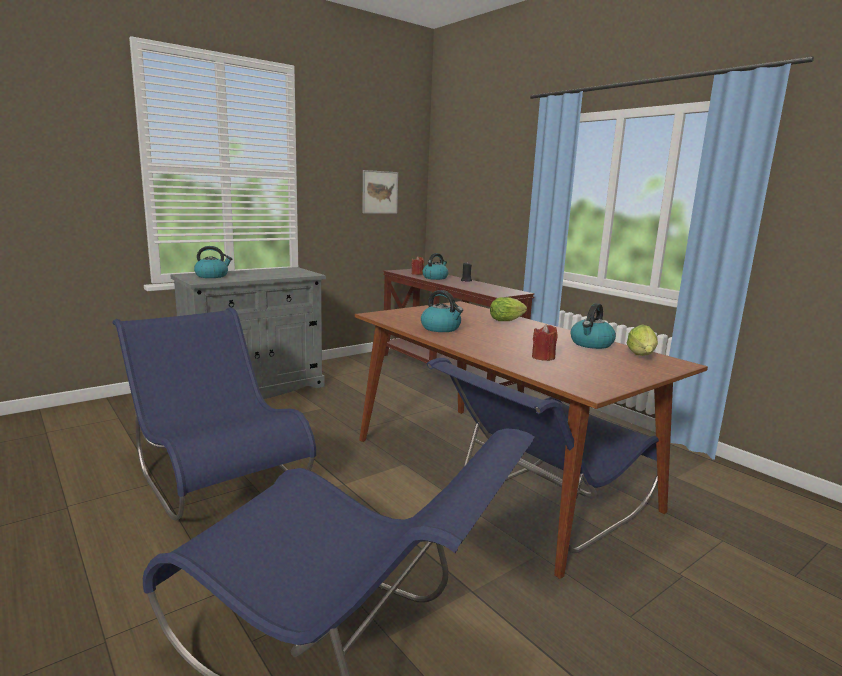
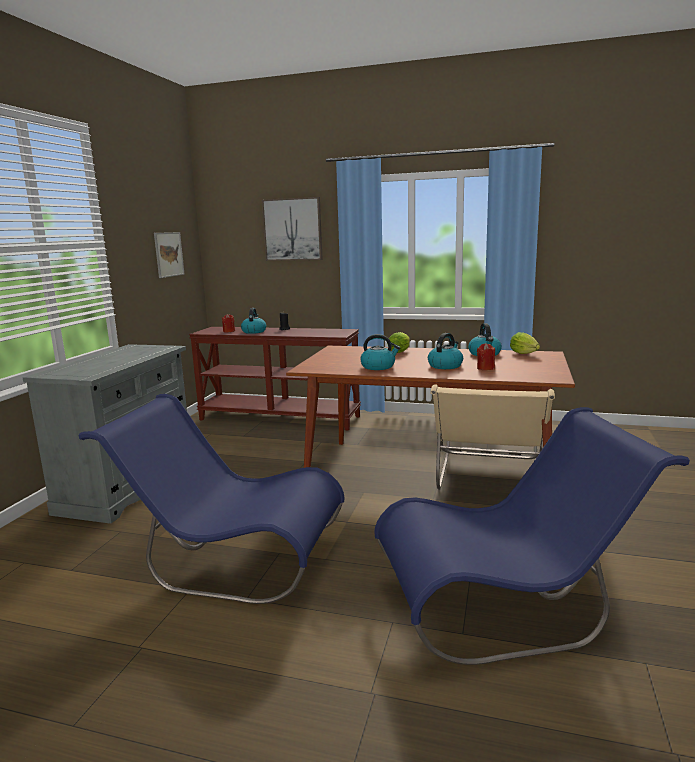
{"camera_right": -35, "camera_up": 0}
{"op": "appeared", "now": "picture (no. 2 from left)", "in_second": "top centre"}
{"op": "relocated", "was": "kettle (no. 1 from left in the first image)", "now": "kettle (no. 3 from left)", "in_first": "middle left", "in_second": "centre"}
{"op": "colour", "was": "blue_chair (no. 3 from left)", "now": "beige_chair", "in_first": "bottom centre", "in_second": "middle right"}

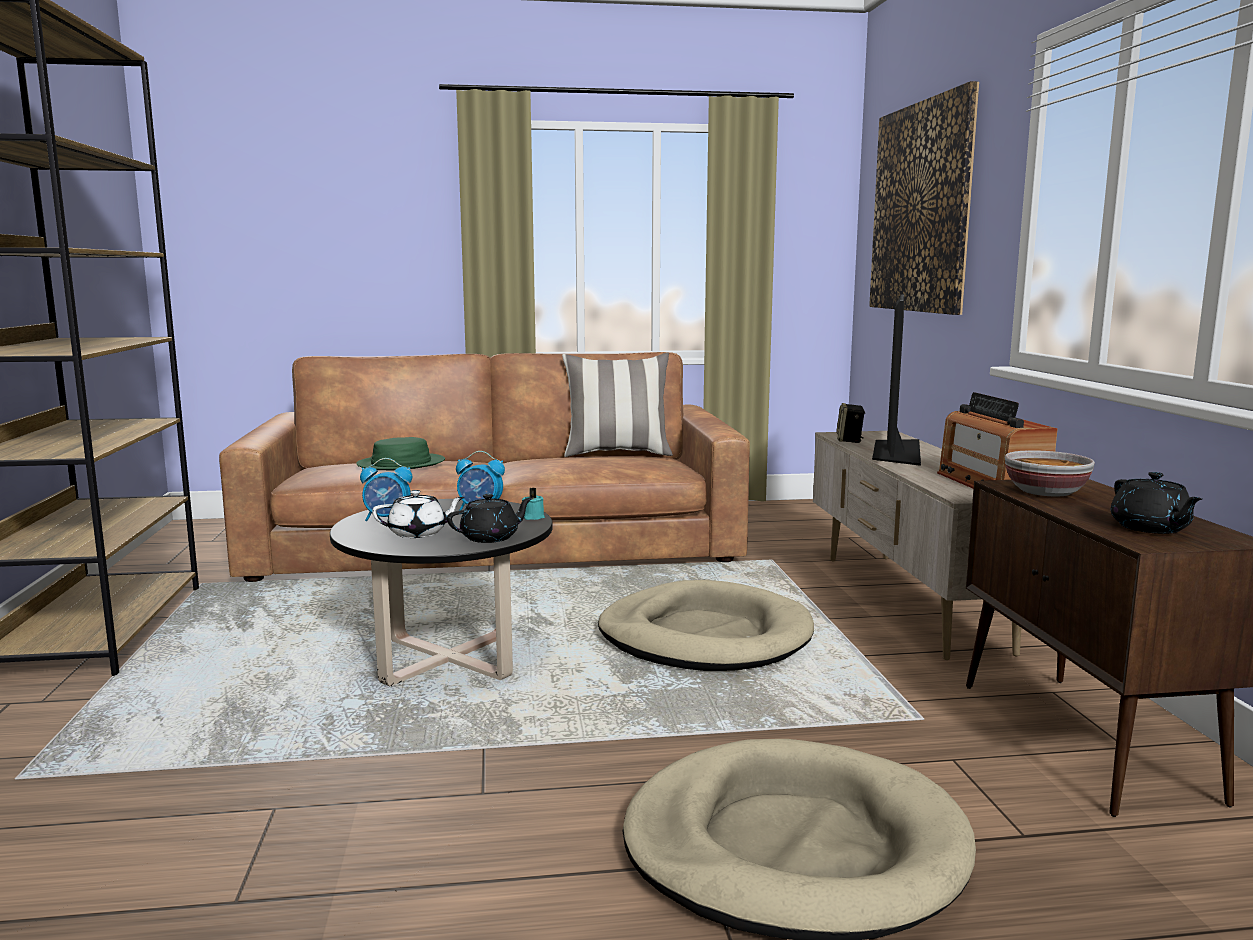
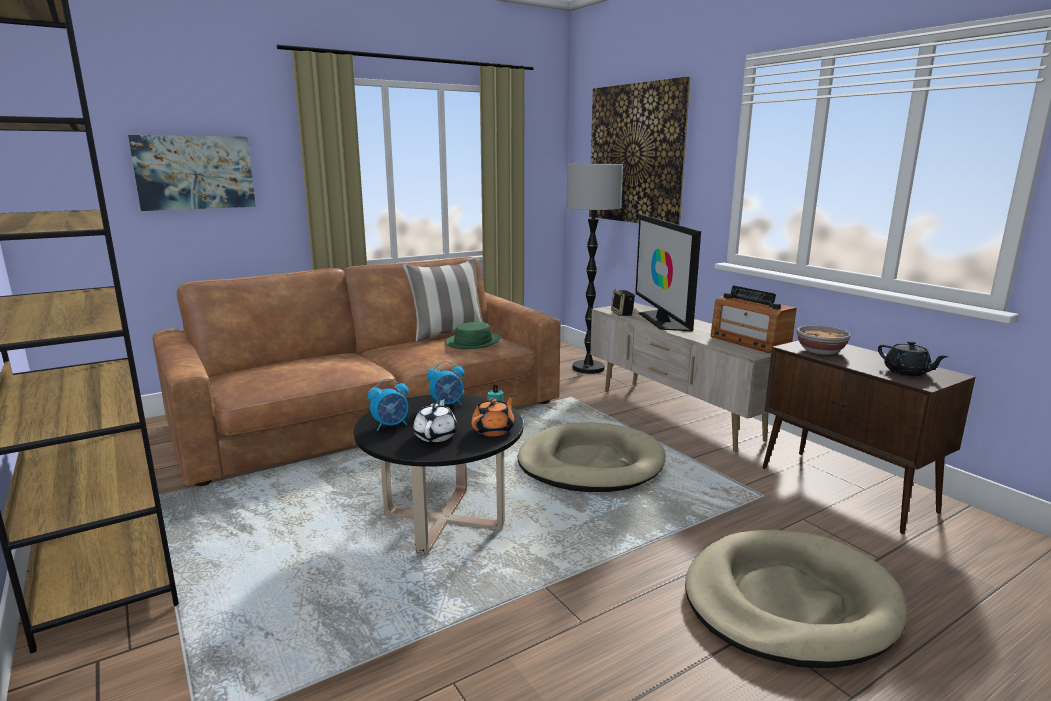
{"camera_right": -25, "camera_up": 5}
{"op": "appeared", "now": "picture (no. 1 from left)", "in_second": "top left"}
{"op": "appeared", "now": "floor_lamp", "in_second": "centre"}
{"op": "relocated", "was": "green-coloured_wearable_hat", "in_first": "middle left", "in_second": "centre"}
{"op": "colour", "was": "blackish_pot_for_tea (no. 1 from left)", "now": "orange-coloured_pot_for_tea", "in_first": "centre", "in_second": "centre"}
{"op": "spun", "was": "white_pot_for_tea", "in_first": "centre", "in_second": "centre", "clockwise": -45}

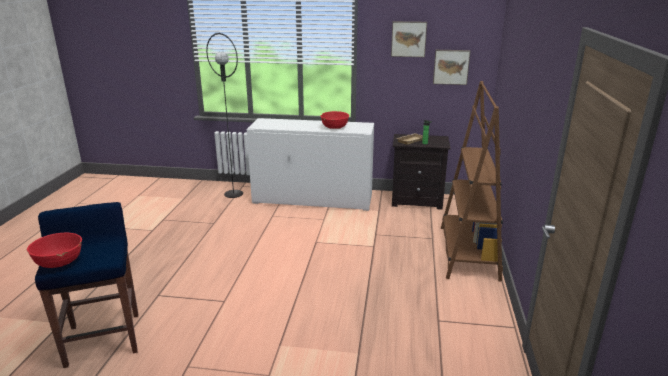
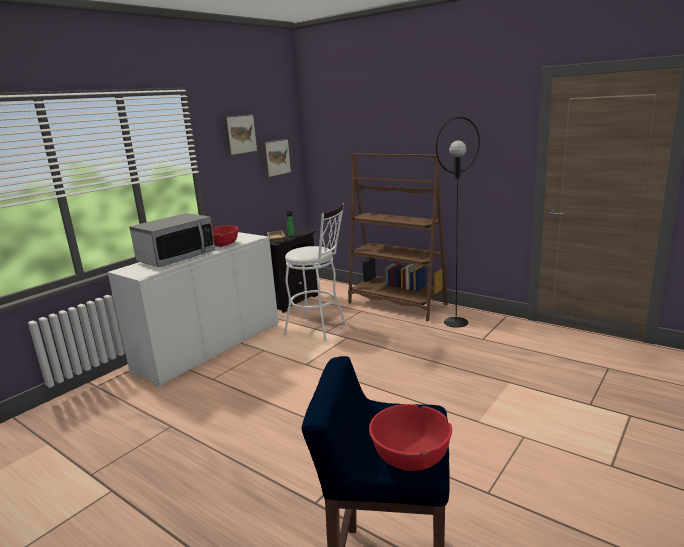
{"camera_right": -60, "camera_up": -5}
{"op": "appeared", "now": "microwave_oven", "in_second": "middle left"}
{"op": "appeared", "now": "white_stool_seat", "in_second": "centre"}
{"op": "relocated", "was": "blackish_floor_lamp", "in_first": "top centre", "in_second": "middle right"}

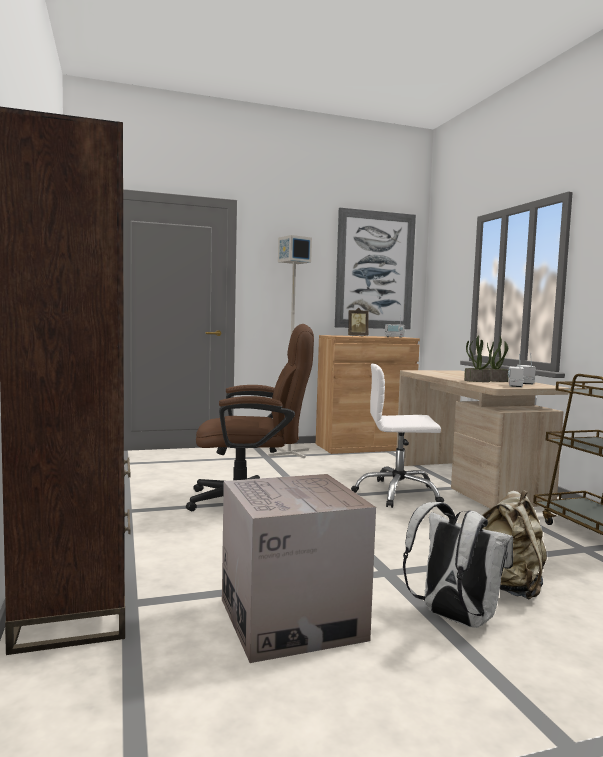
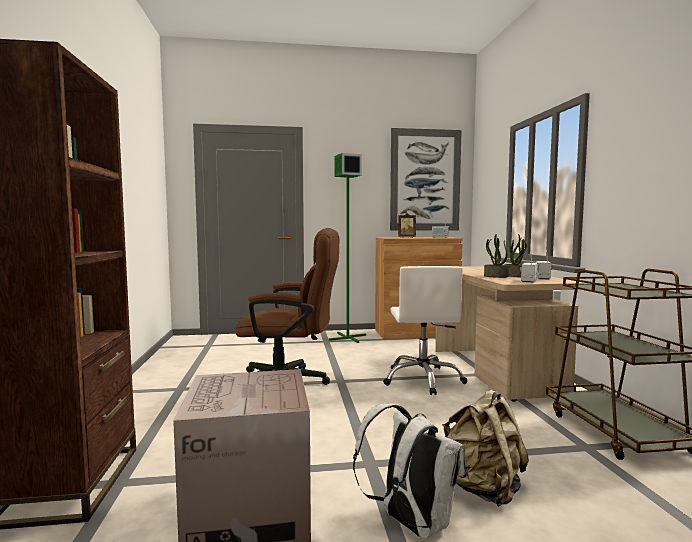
{"camera_right": 10, "camera_up": 0}
{"op": "colour", "was": "gray_floor_lamp", "now": "green-coloured_floor_lamp", "in_first": "centre", "in_second": "centre"}
{"op": "spun", "was": "white_desk_chair", "in_first": "centre", "in_second": "centre", "clockwise": -105}

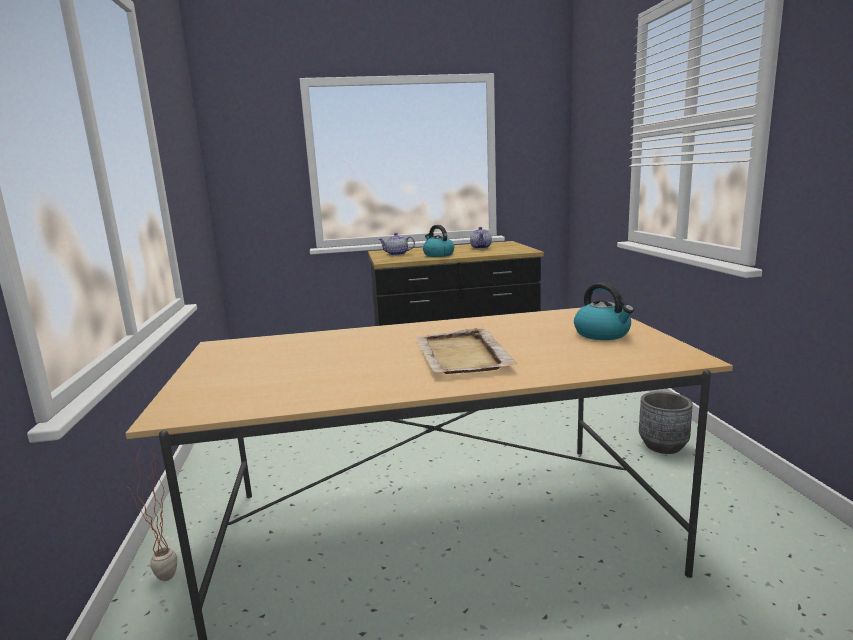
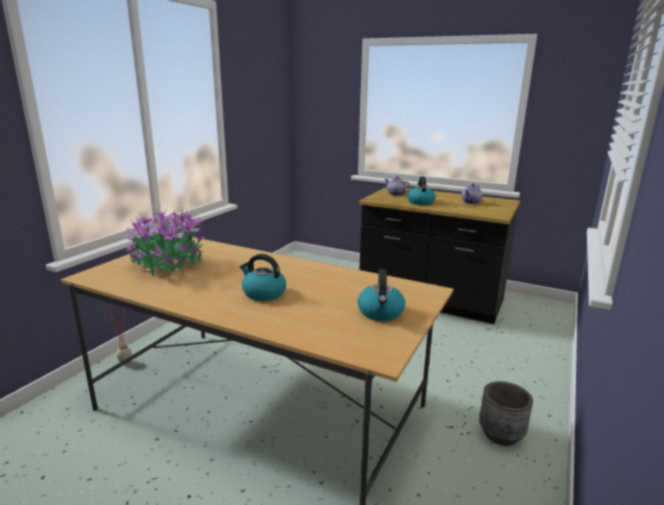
{"camera_right": 35, "camera_up": 5}
{"op": "appeared", "now": "houseplant (no. 2 from left)", "in_second": "middle left"}
{"op": "exchanged", "was": "beige_carrying_tray", "now": "kettle (no. 1 from left)", "in_first": "centre", "in_second": "centre"}

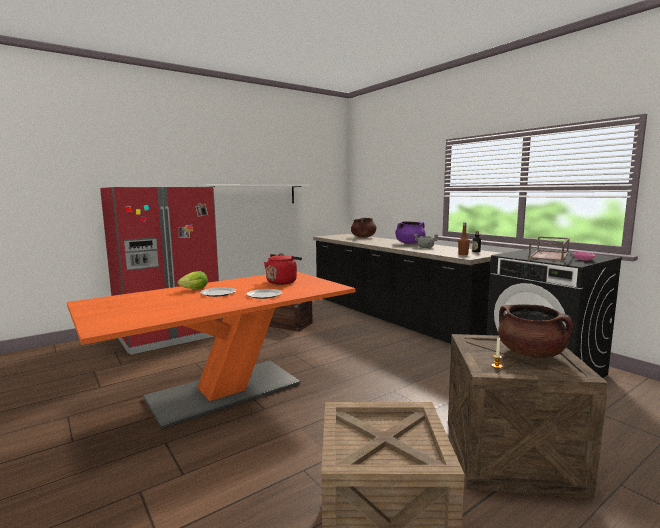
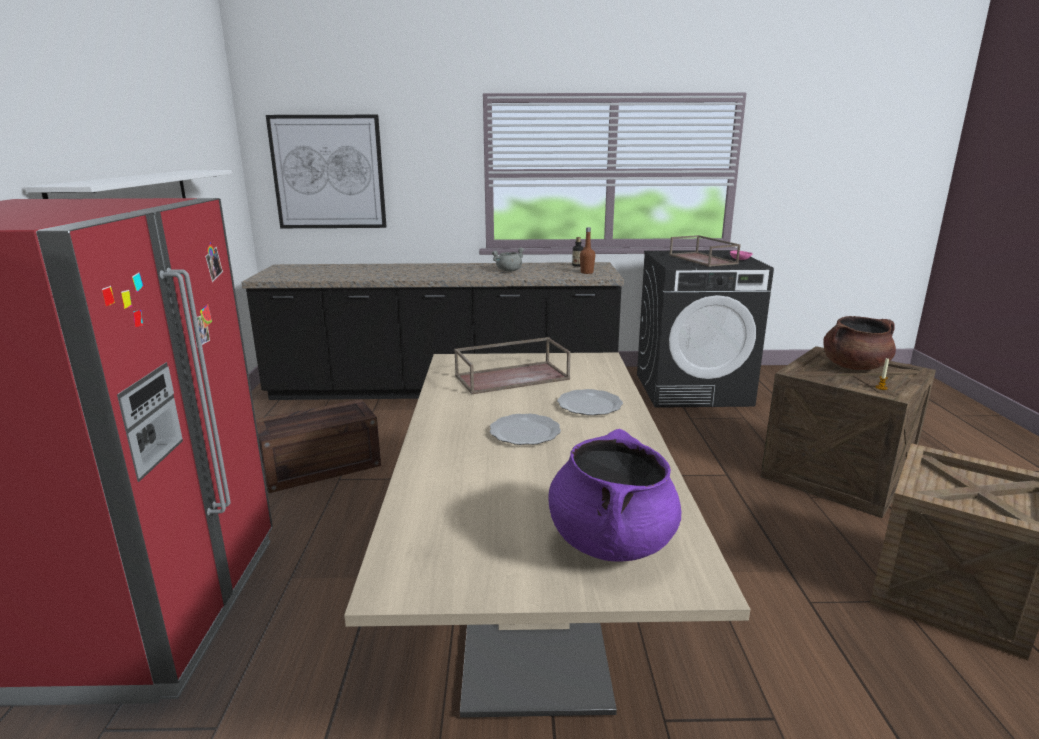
{"camera_right": -55, "camera_up": 10}
{"op": "missing", "was": "lettuce", "in_first": "middle left"}
{"op": "missing", "was": "brown-coloured_stockpot (no. 1 from left)", "in_first": "centre"}
{"op": "appeared", "now": "picture", "in_second": "top left"}
{"op": "relocated", "was": "purple_stockpot", "in_first": "centre", "in_second": "bottom centre"}
{"op": "exchanged", "was": "reddish_kettle", "now": "brown-coloured_carrying_tray (no. 1 from left)", "in_first": "centre", "in_second": "centre"}
{"op": "colour", "was": "orange-coloured_dinner_table", "now": "beige_dinner_table", "in_first": "middle left", "in_second": "bottom centre"}

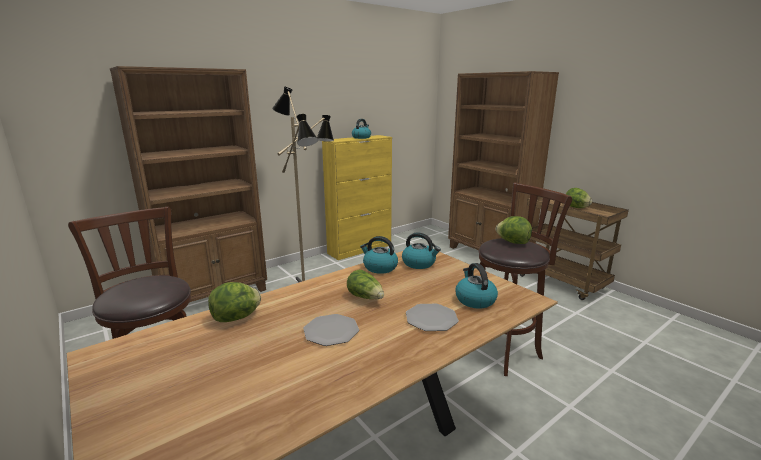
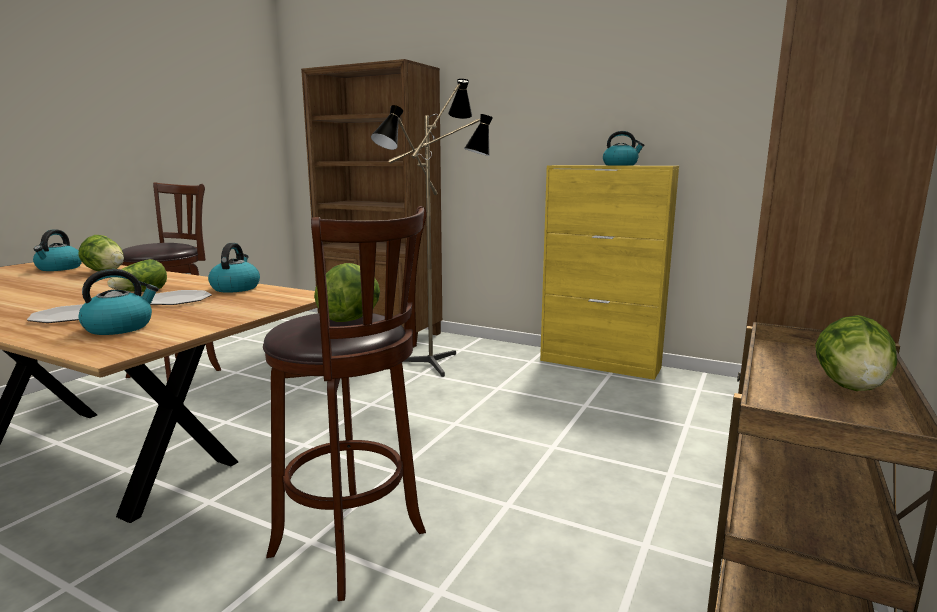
{"camera_right": 65, "camera_up": -5}
{"op": "relocated", "was": "dinner_plate (no. 1 from left in the first image)", "now": "dinner_plate (no. 2 from left)", "in_first": "bottom centre", "in_second": "middle left"}
{"op": "relocated", "was": "kettle (no. 3 from left in the first image)", "now": "kettle (no. 1 from left)", "in_first": "centre", "in_second": "middle left"}

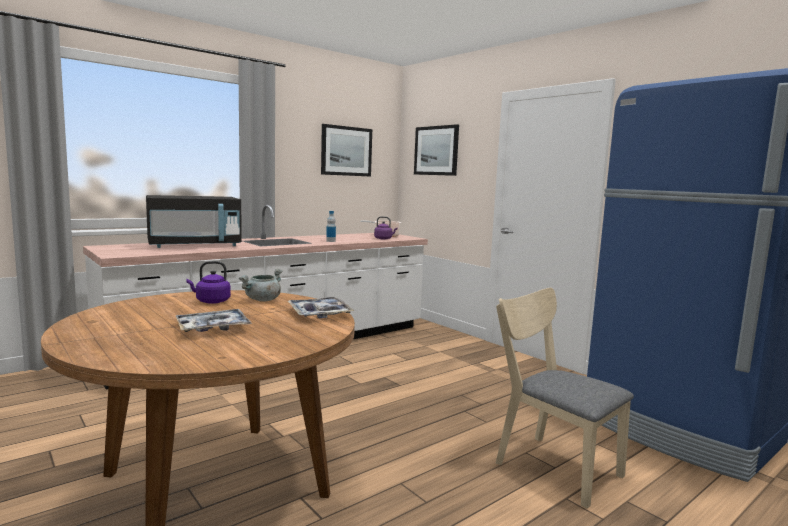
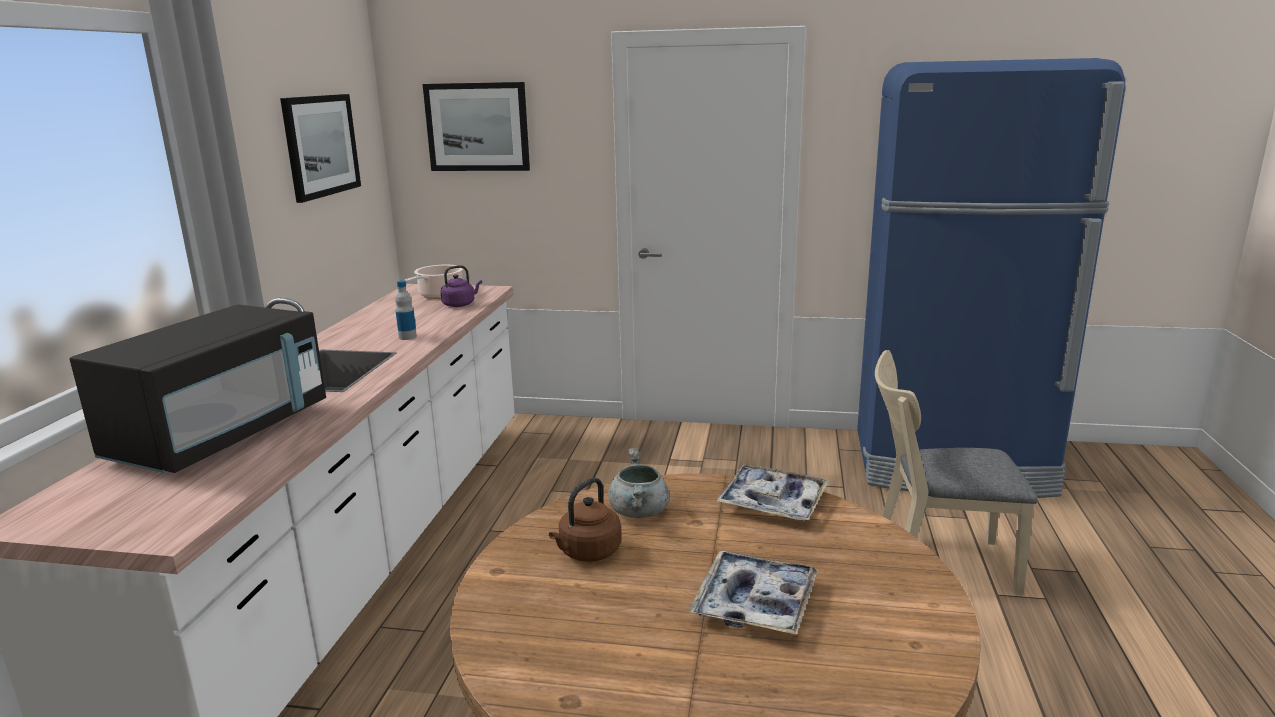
{"camera_right": -40, "camera_up": 10}
{"op": "colour", "was": "purple_kettle (no. 1 from left)", "now": "brown-coloured_kettle", "in_first": "middle left", "in_second": "bottom centre"}

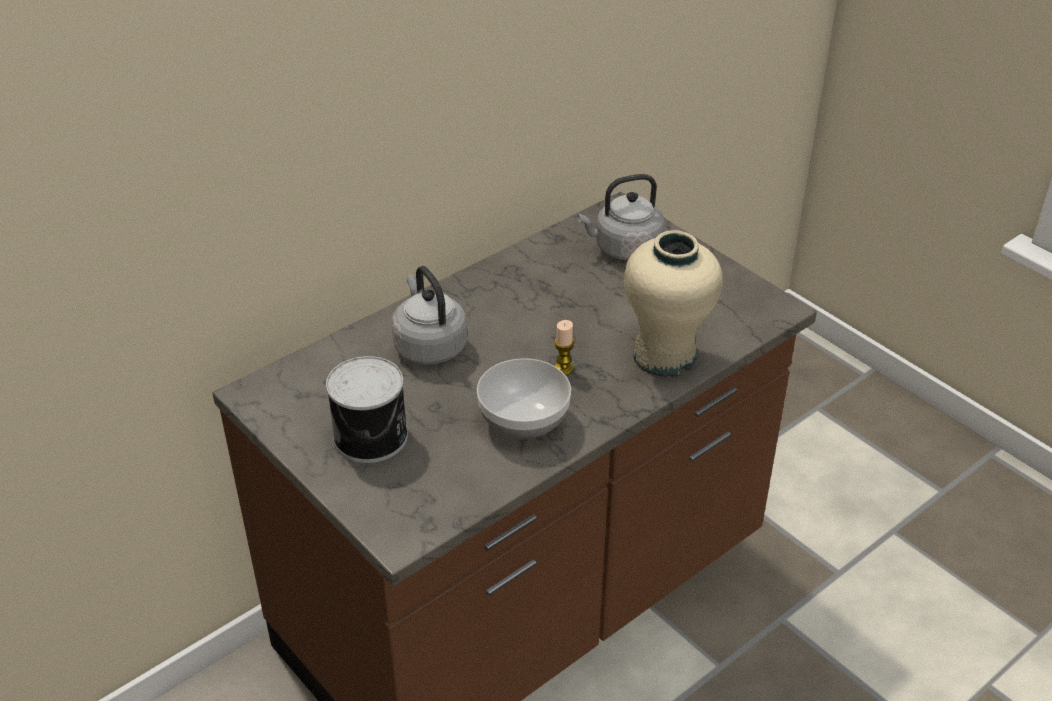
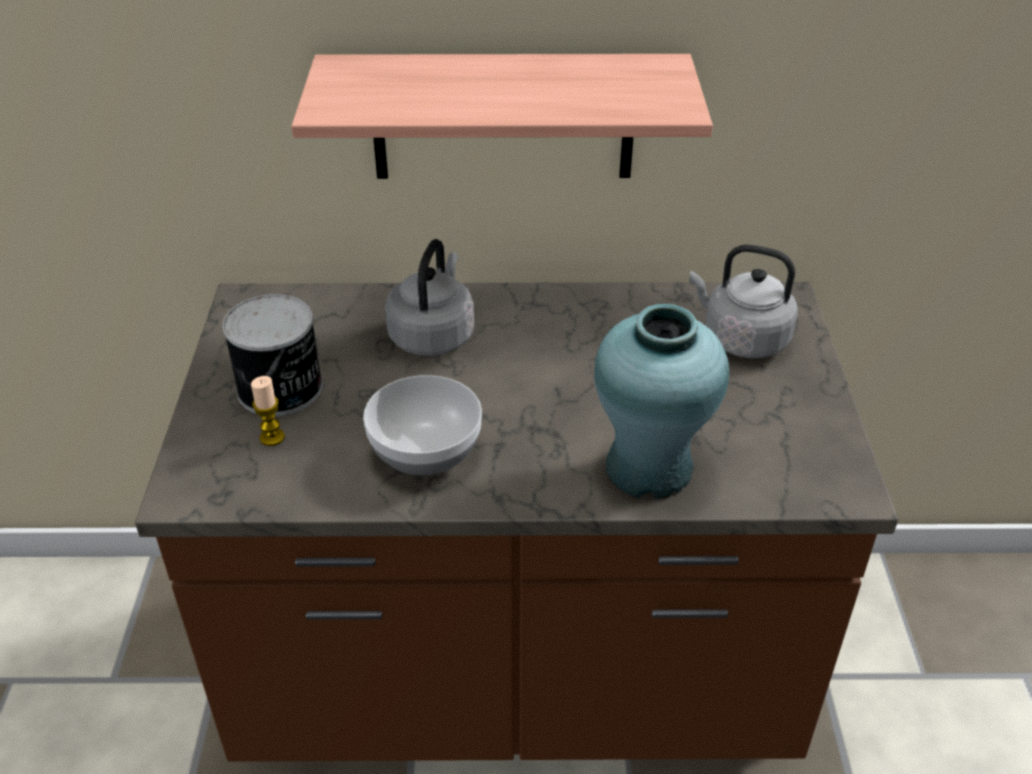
{"camera_right": 40, "camera_up": 0}
{"op": "appeared", "now": "bracket_shelf", "in_second": "top centre"}
{"op": "relocated", "was": "candle", "in_first": "centre", "in_second": "middle left"}
{"op": "colour", "was": "beige_vase", "now": "blue-green_vase", "in_first": "centre", "in_second": "centre"}

